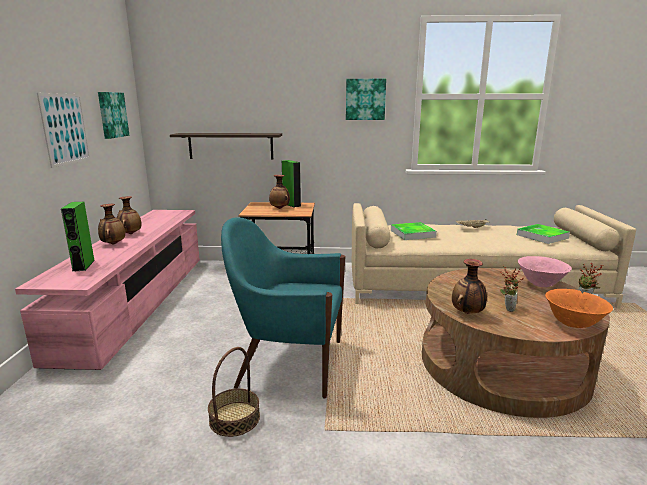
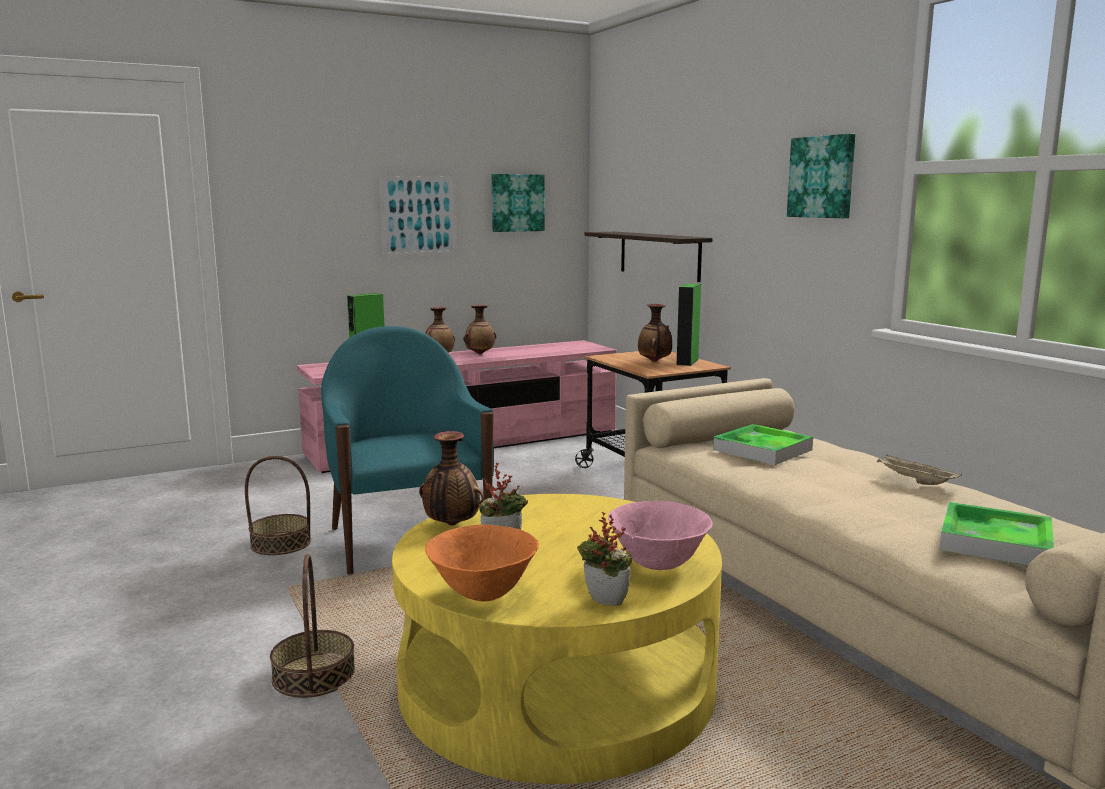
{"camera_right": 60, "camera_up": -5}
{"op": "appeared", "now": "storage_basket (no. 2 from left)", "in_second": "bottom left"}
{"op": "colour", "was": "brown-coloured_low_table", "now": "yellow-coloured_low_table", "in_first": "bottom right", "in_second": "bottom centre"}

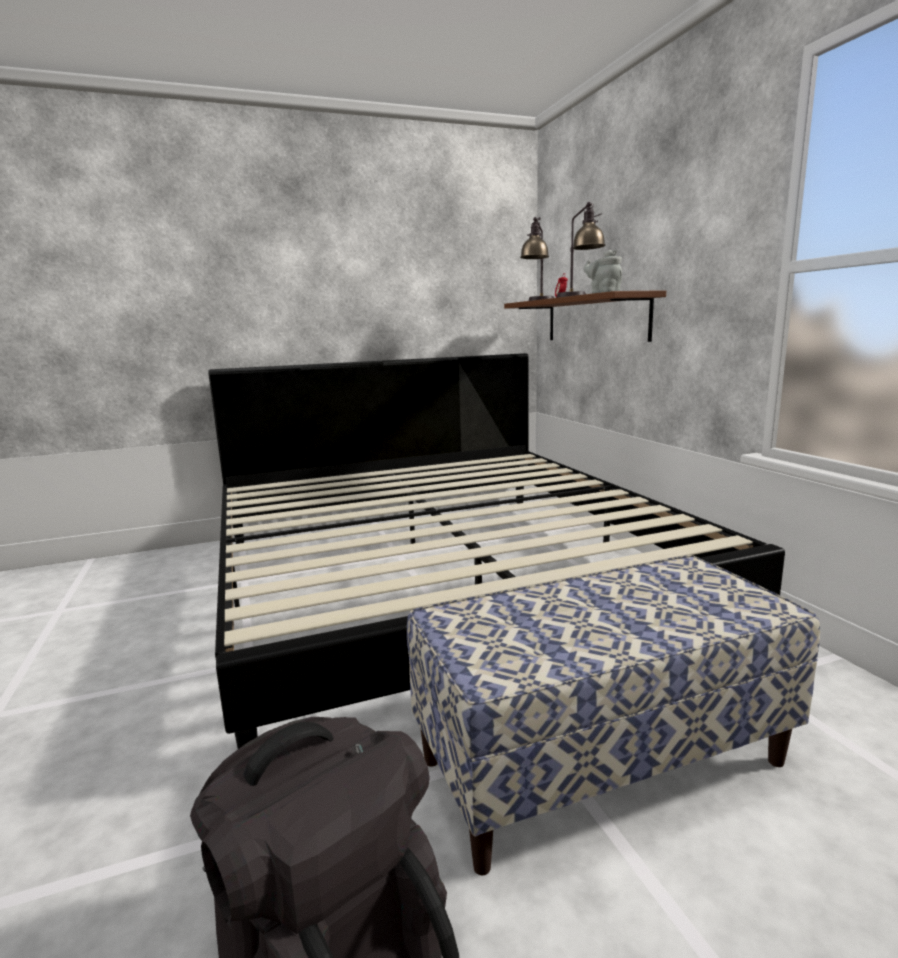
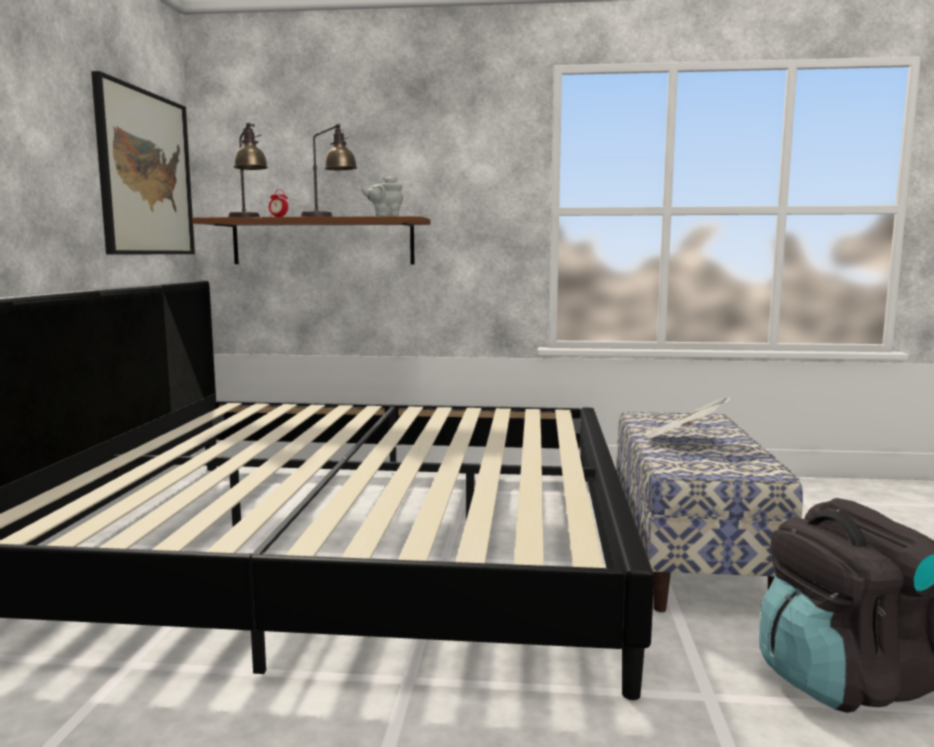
{"camera_right": -65, "camera_up": -5}
{"op": "appeared", "now": "picture", "in_second": "top left"}
{"op": "appeared", "now": "newspaper", "in_second": "middle right"}

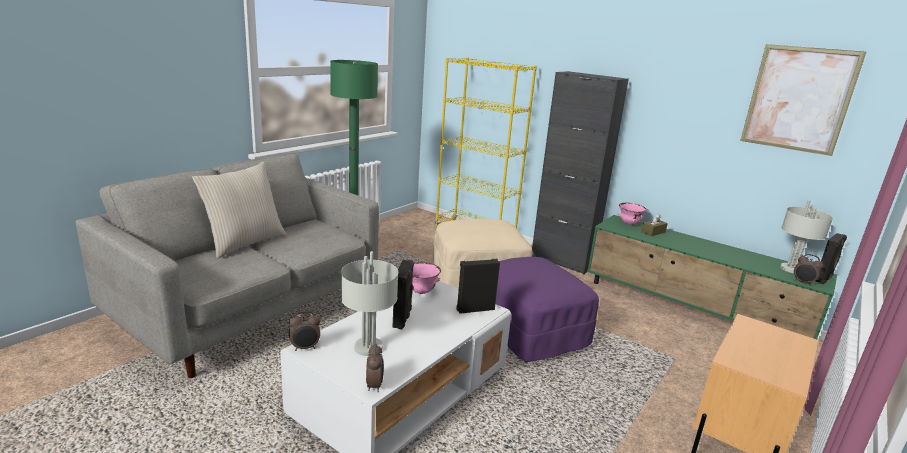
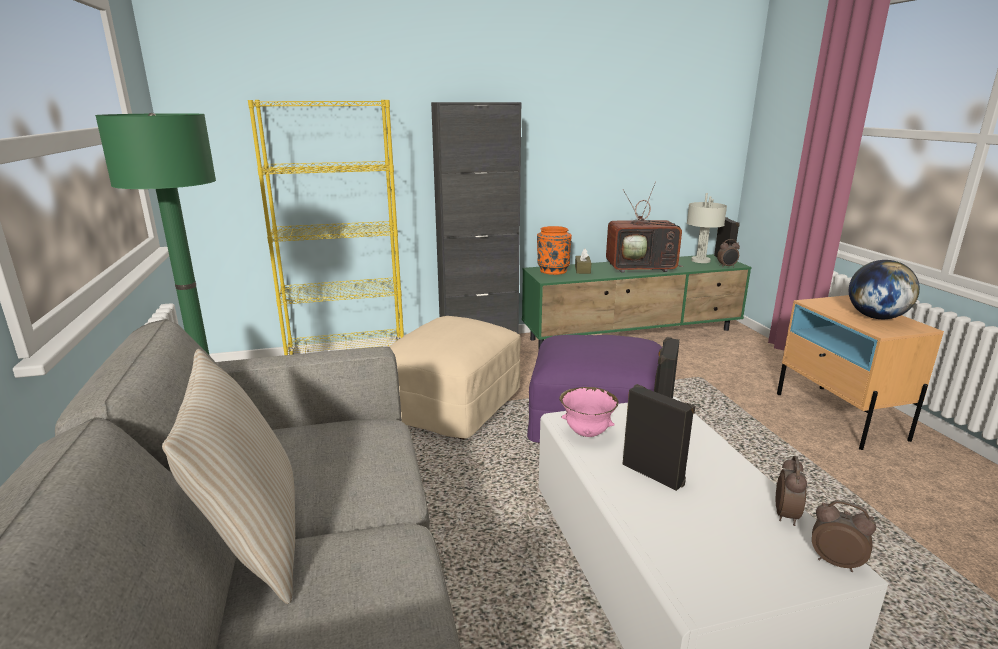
{"camera_right": -50, "camera_up": 0}
{"op": "missing", "was": "gray_lamp_for_a_table (no. 1 from left)", "in_first": "bottom centre"}
{"op": "missing", "was": "picture", "in_first": "top right"}
{"op": "appeared", "now": "TV", "in_second": "centre"}
{"op": "appeared", "now": "globe", "in_second": "middle right"}
{"op": "relocated", "was": "bedside_clock (no. 1 from left in the first image)", "now": "bedside_clock (no. 2 from left)", "in_first": "bottom centre", "in_second": "bottom right"}
{"op": "exchanged", "was": "pink-coloured_serving_bowl (no. 2 from left)", "now": "orange-coloured_vase", "in_first": "middle right", "in_second": "centre"}

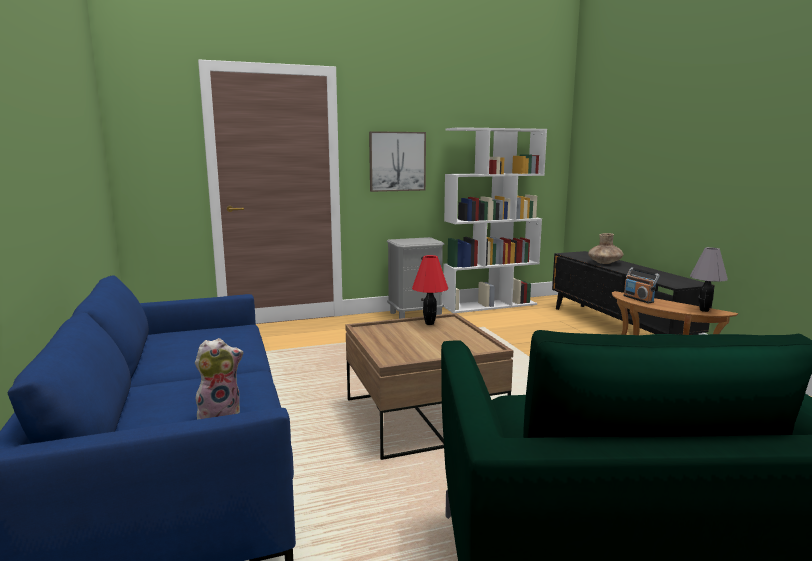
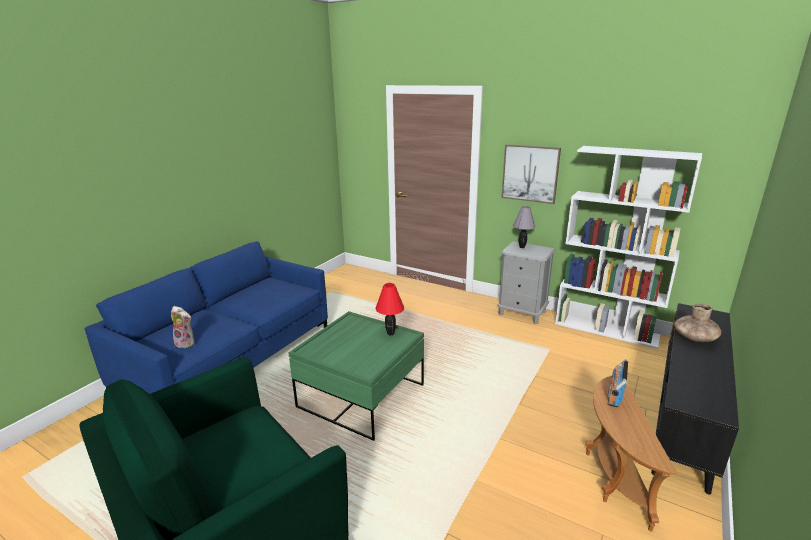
{"camera_right": 50, "camera_up": 10}
{"op": "relocated", "was": "gray_lamp_for_a_table", "in_first": "middle right", "in_second": "centre"}
{"op": "colour", "was": "brown-coloured_low_table", "now": "green-coloured_low_table", "in_first": "bottom centre", "in_second": "bottom centre"}

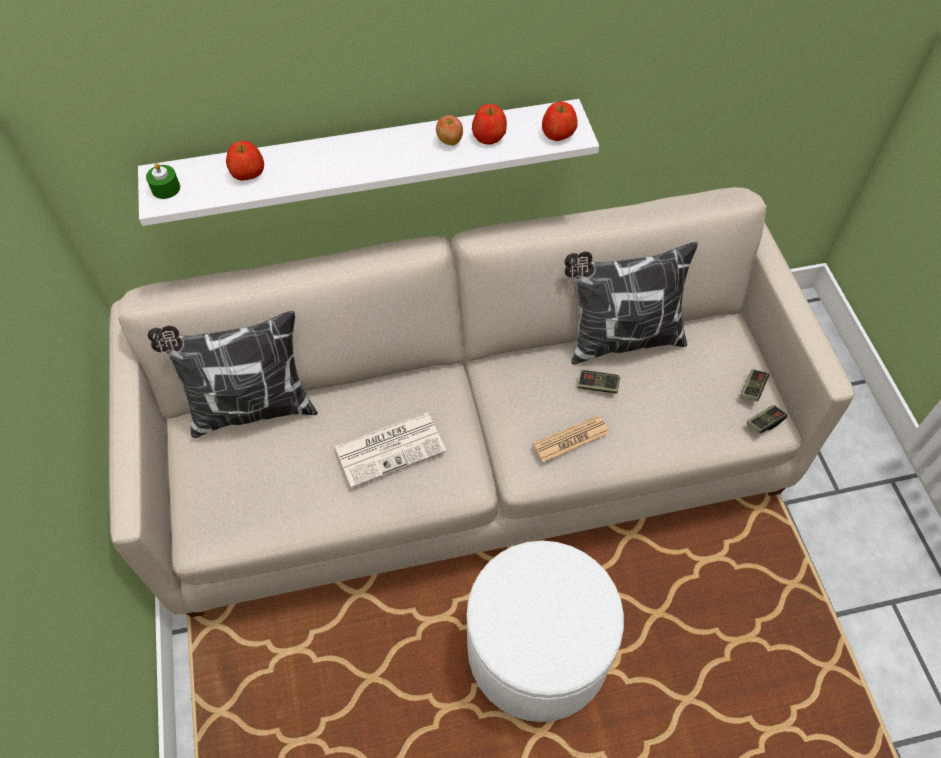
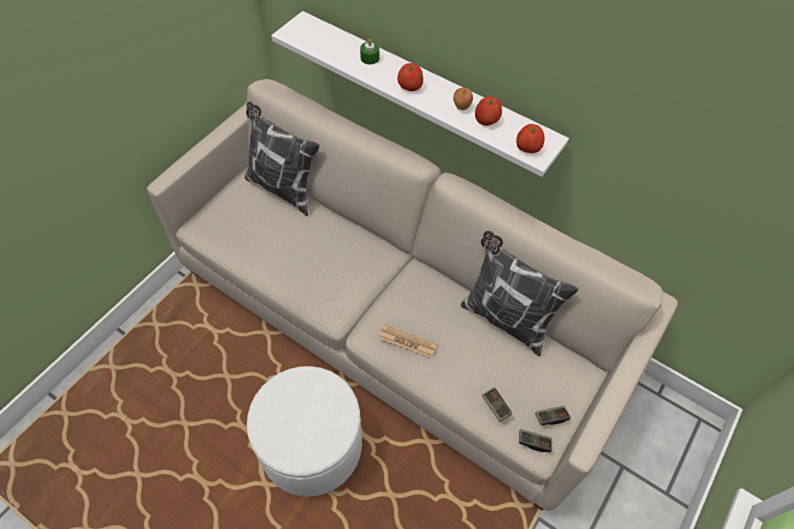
{"camera_right": 45, "camera_up": 0}
{"op": "missing", "was": "newspaper (no. 1 from left)", "in_first": "centre"}
{"op": "relocated", "was": "green-coloured_candle", "in_first": "top left", "in_second": "top centre"}
{"op": "relocated", "was": "apple_fruit (no. 1 from left)", "in_first": "top left", "in_second": "top centre"}
{"op": "relocated", "was": "game_controller (no. 1 from left)", "in_first": "centre", "in_second": "bottom centre"}

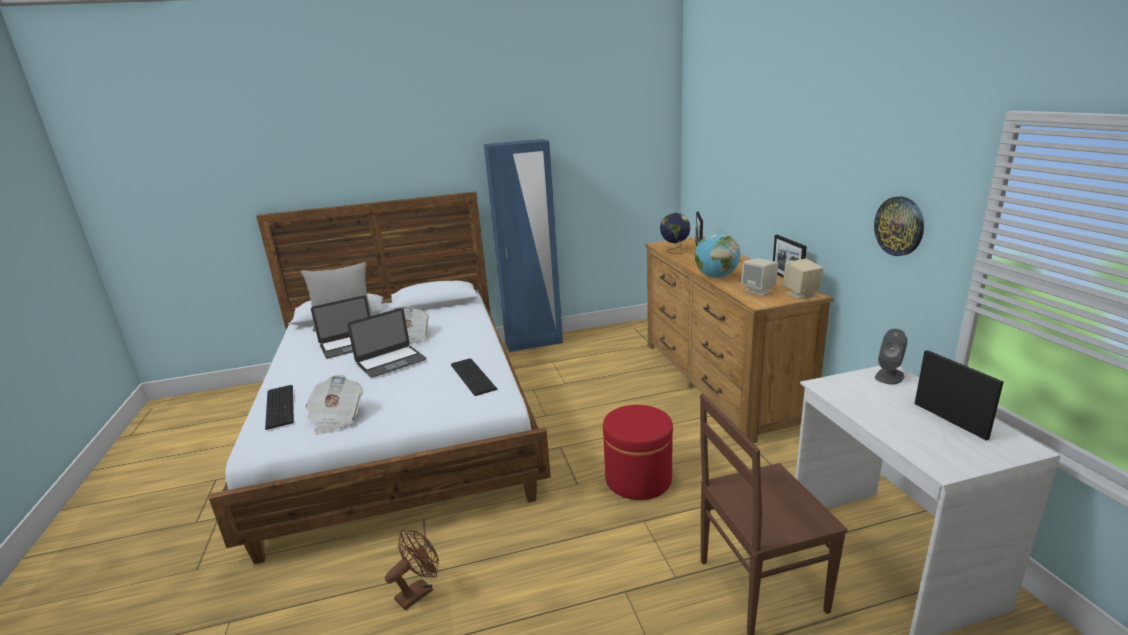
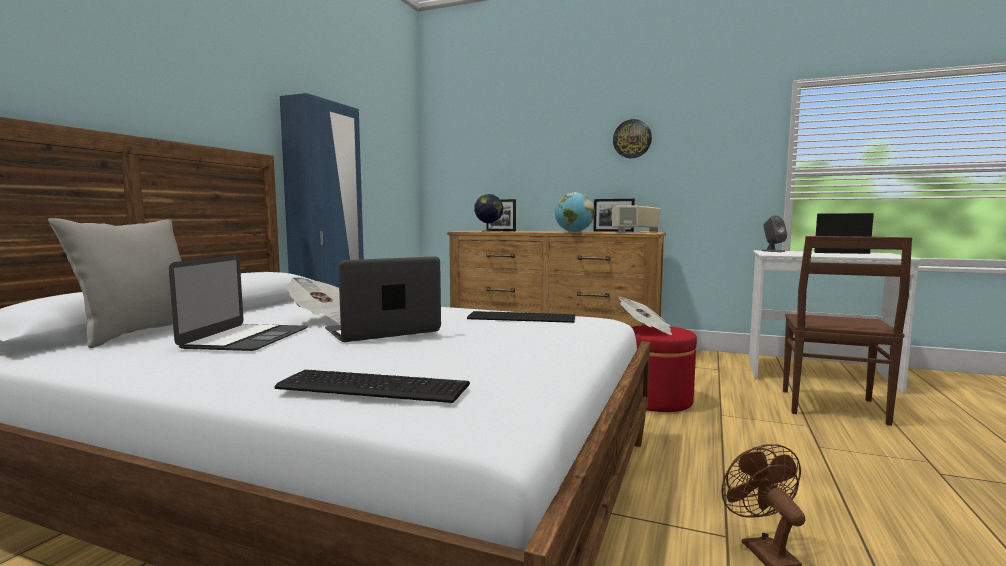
{"camera_right": -55, "camera_up": -15}
{"op": "relocated", "was": "newspaper (no. 1 from left in the first image)", "now": "newspaper (no. 2 from left)", "in_first": "middle left", "in_second": "centre"}
{"op": "relocated", "was": "clock_on_the_wall", "in_first": "middle right", "in_second": "top centre"}
{"op": "spun", "was": "notebook_computer (no. 2 from left)", "in_first": "centre", "in_second": "centre", "clockwise": -120}

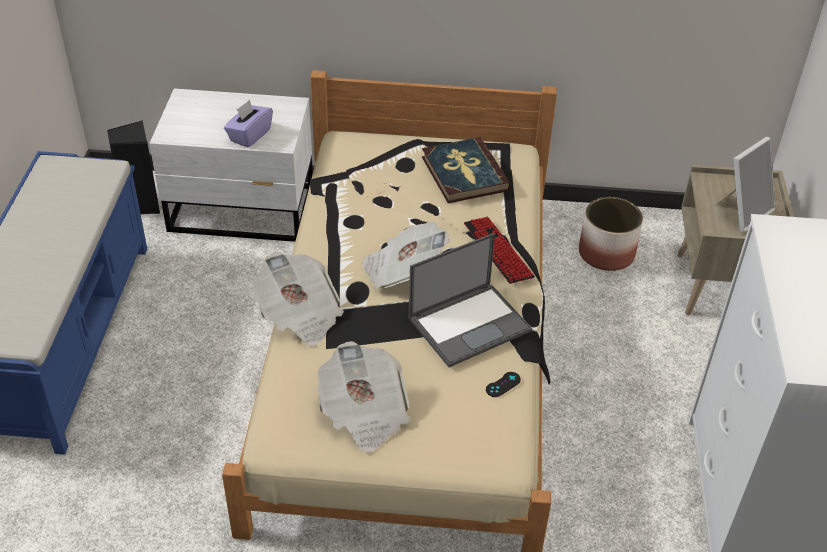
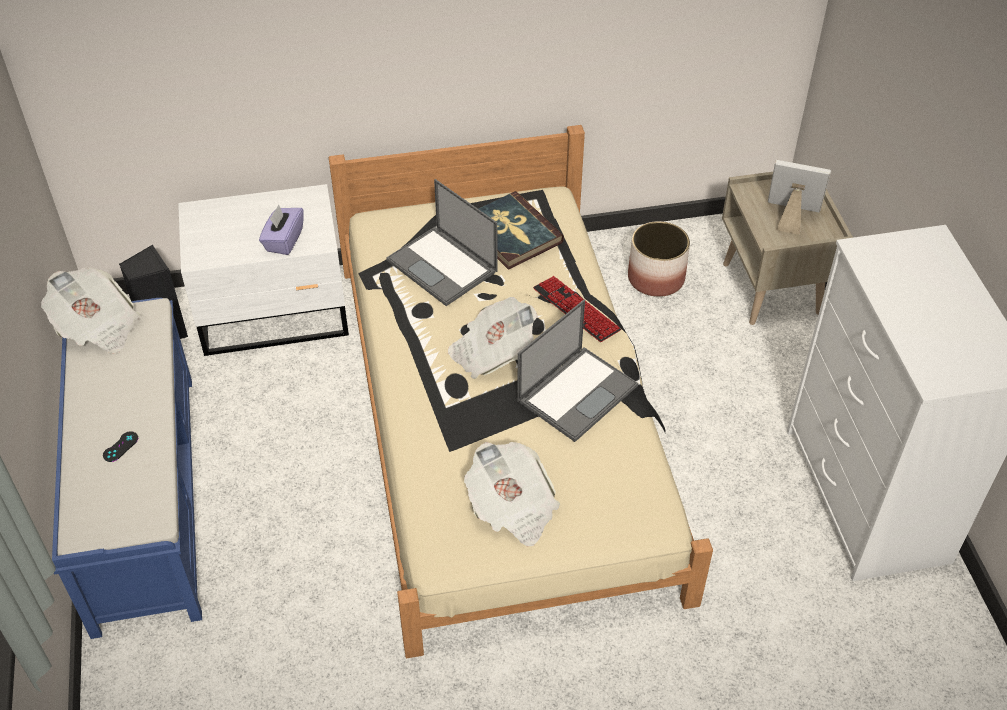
{"camera_right": -15, "camera_up": 5}
{"op": "appeared", "now": "notebook_computer (no. 1 from left)", "in_second": "centre"}
{"op": "relocated", "was": "newspaper (no. 1 from left)", "in_first": "centre", "in_second": "middle left"}
{"op": "relocated", "was": "blackish_game_controller", "in_first": "bottom centre", "in_second": "middle left"}
{"op": "spun", "was": "standing_frame", "in_first": "middle right", "in_second": "top right", "clockwise": -105}

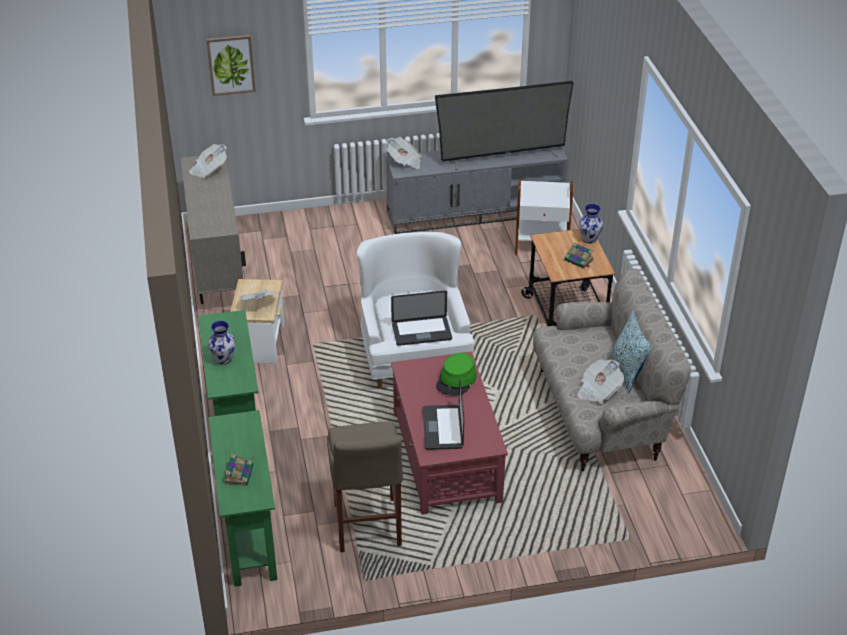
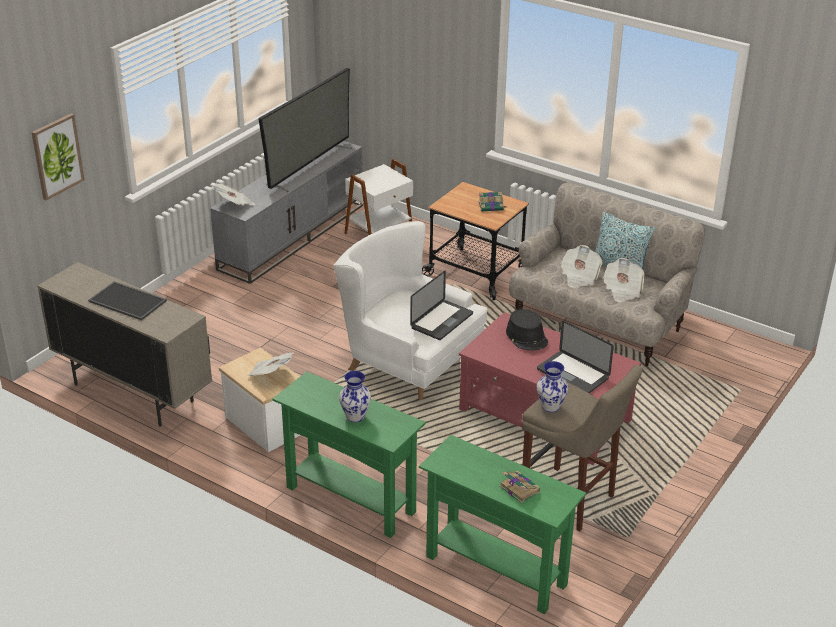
{"camera_right": -45, "camera_up": -5}
{"op": "appeared", "now": "carrying_tray", "in_second": "middle left"}
{"op": "relocated", "was": "newspaper (no. 1 from left in the first image)", "now": "newspaper (no. 3 from left)", "in_first": "top left", "in_second": "middle right"}
{"op": "relocated", "was": "vase (no. 2 from left)", "in_first": "middle right", "in_second": "centre"}
{"op": "colour", "was": "green-coloured_wearable_hat", "now": "blackish_wearable_hat", "in_first": "centre", "in_second": "centre"}

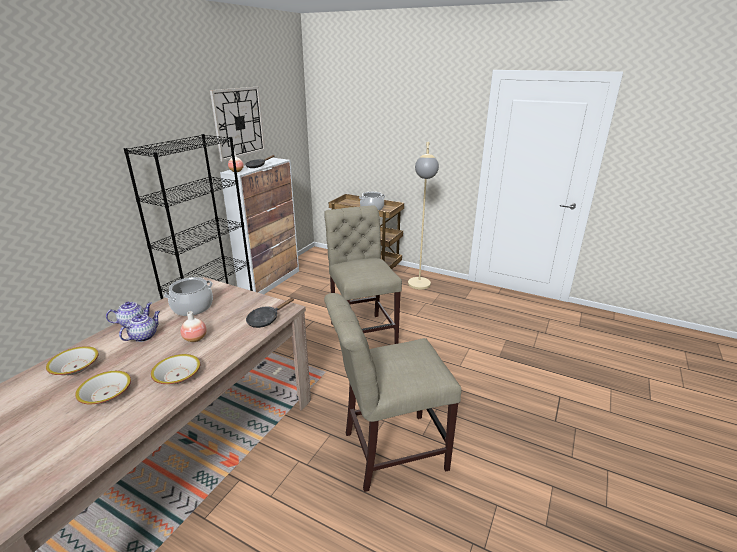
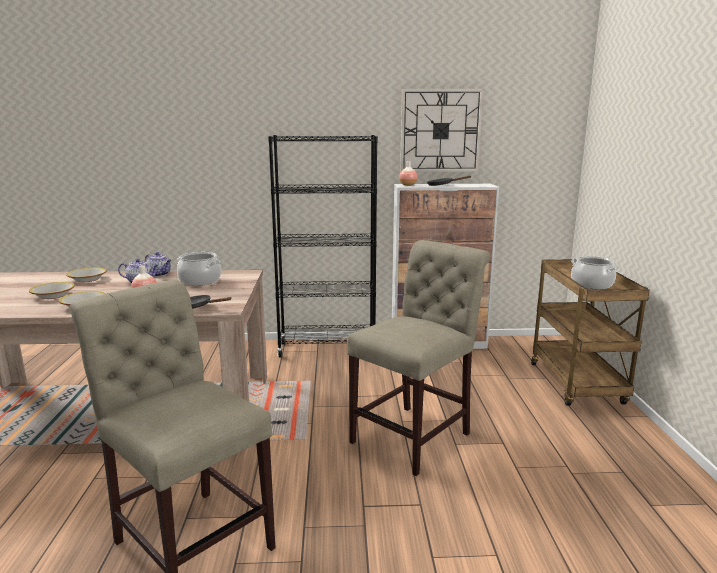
{"camera_right": 60, "camera_up": -10}
{"op": "missing", "was": "beige_floor_lamp", "in_first": "centre"}

